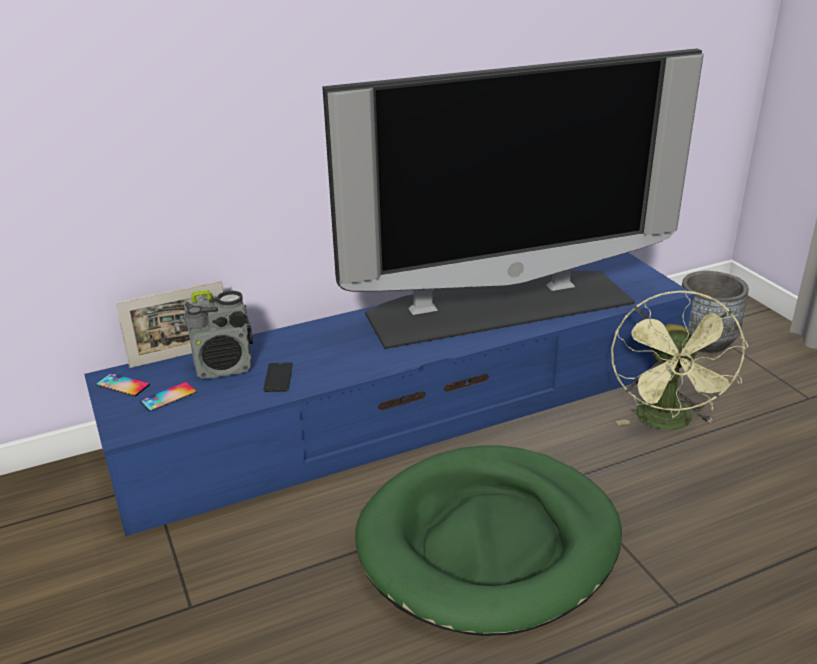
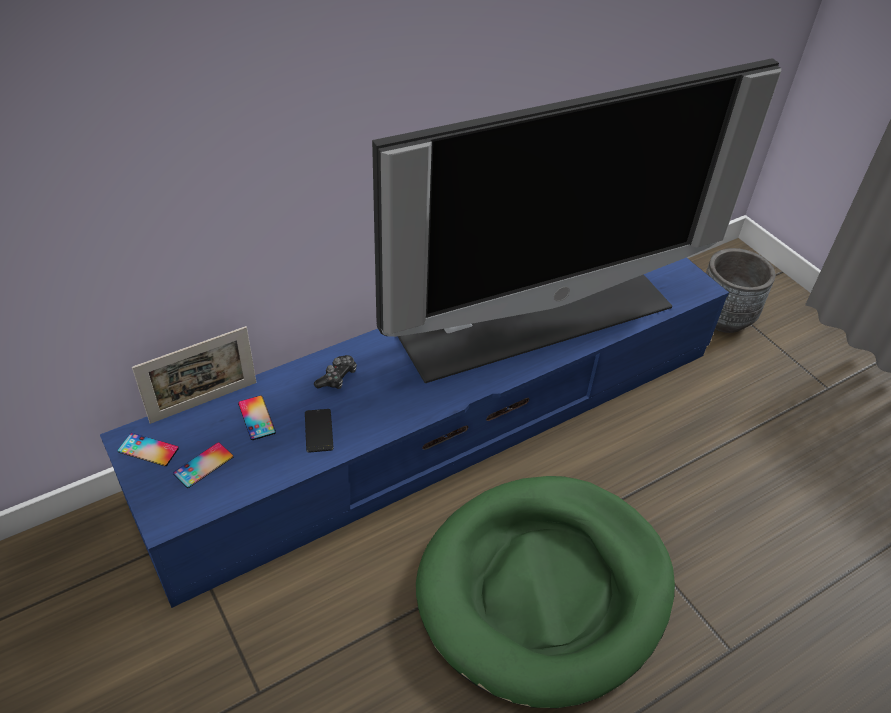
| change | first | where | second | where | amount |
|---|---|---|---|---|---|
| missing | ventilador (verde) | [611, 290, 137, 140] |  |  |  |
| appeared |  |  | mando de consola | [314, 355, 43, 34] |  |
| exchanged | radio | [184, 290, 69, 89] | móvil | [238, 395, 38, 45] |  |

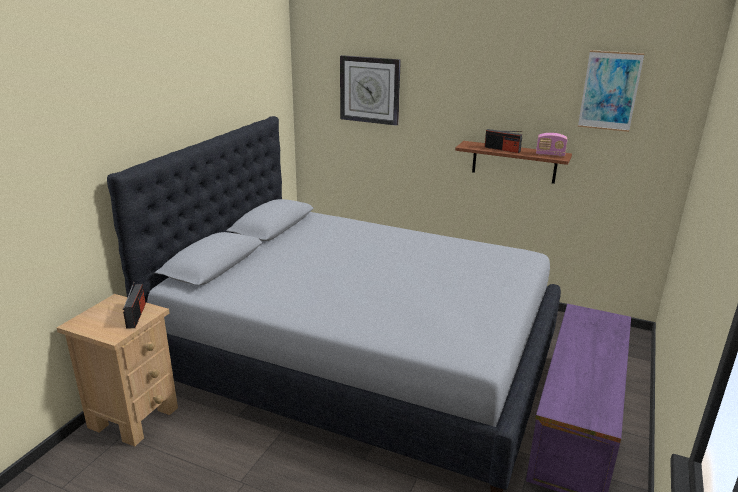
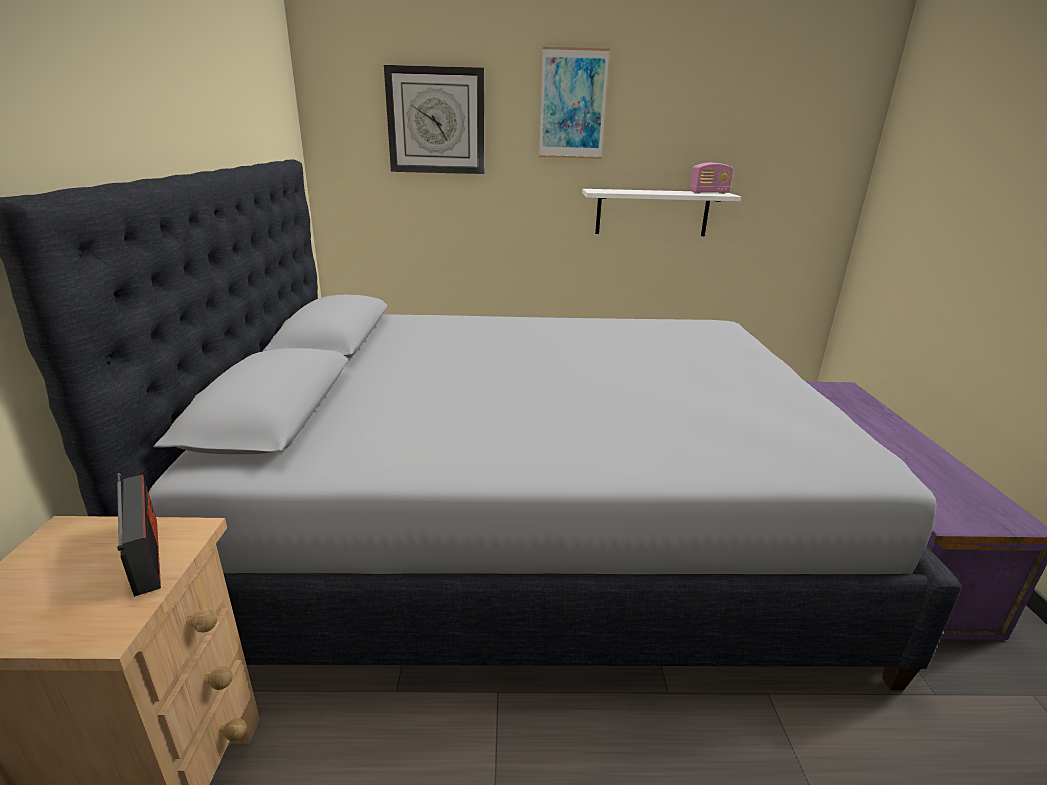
| change | first | where | second | where | amount |
|---|---|---|---|---|---|
| missing | radio | [485, 129, 37, 24] |  |  |  |
| relocated | cuadro | [578, 50, 67, 82] |  | [539, 47, 71, 112] |  |
| colour | estante (marrón) | [455, 141, 117, 43] | estante (blanco) | [582, 189, 159, 47] |  |

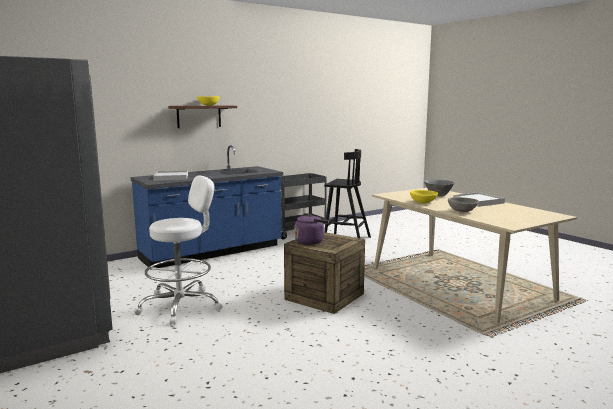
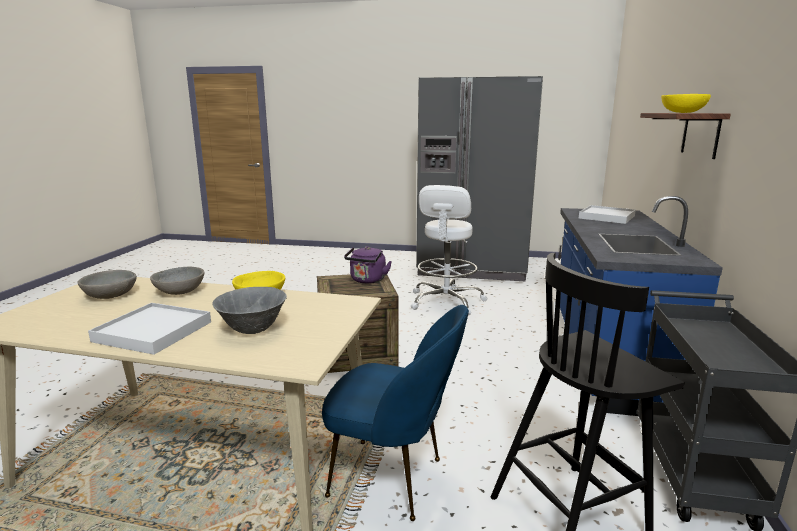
| change | first | where | second | where | amount |
|---|---|---|---|---|---|
| appeared |  |  | cuenco (gris) | [77, 270, 60, 29] |  |
| appeared |  |  | silla (azul) | [322, 305, 147, 216] |  |

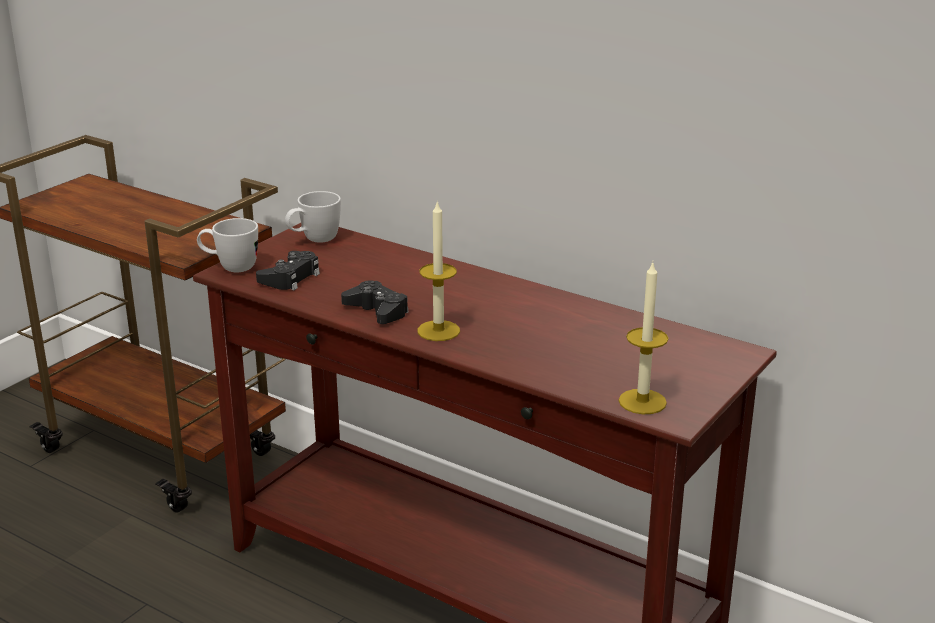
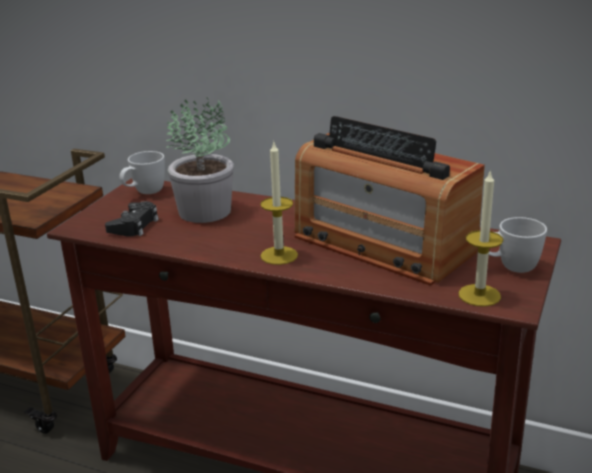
| change | first | where | second | where | amount |
|---|---|---|---|---|---|
| missing | mando de consola (negro) | [341, 281, 68, 43] |  |  |  |
| appeared |  |  | planta en maceta | [166, 97, 68, 126] |  |
| appeared |  |  | radio | [295, 116, 190, 170] |  |
| relocated | taza grande (blanco) | [197, 218, 61, 54] |  | [489, 217, 58, 56] |  |

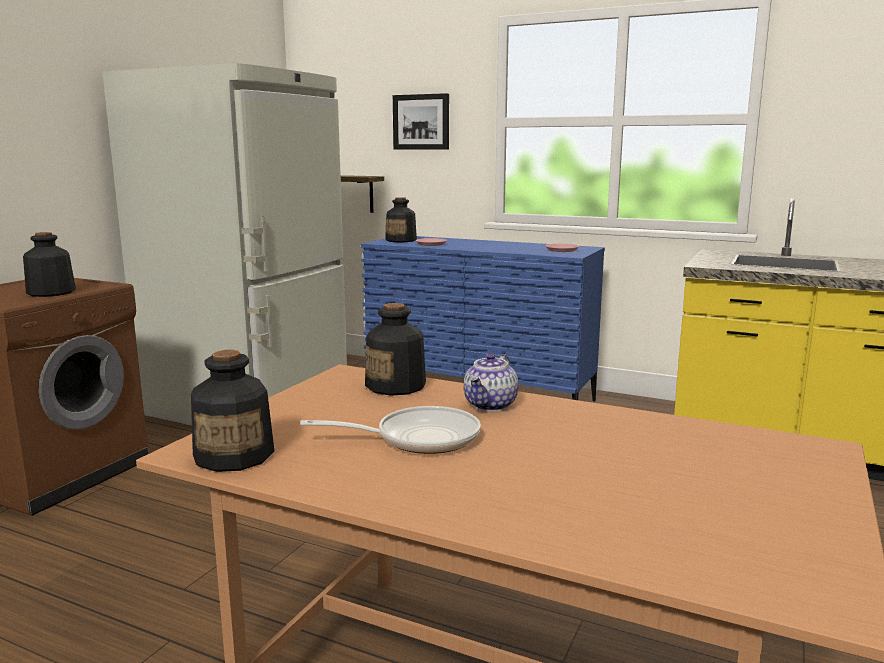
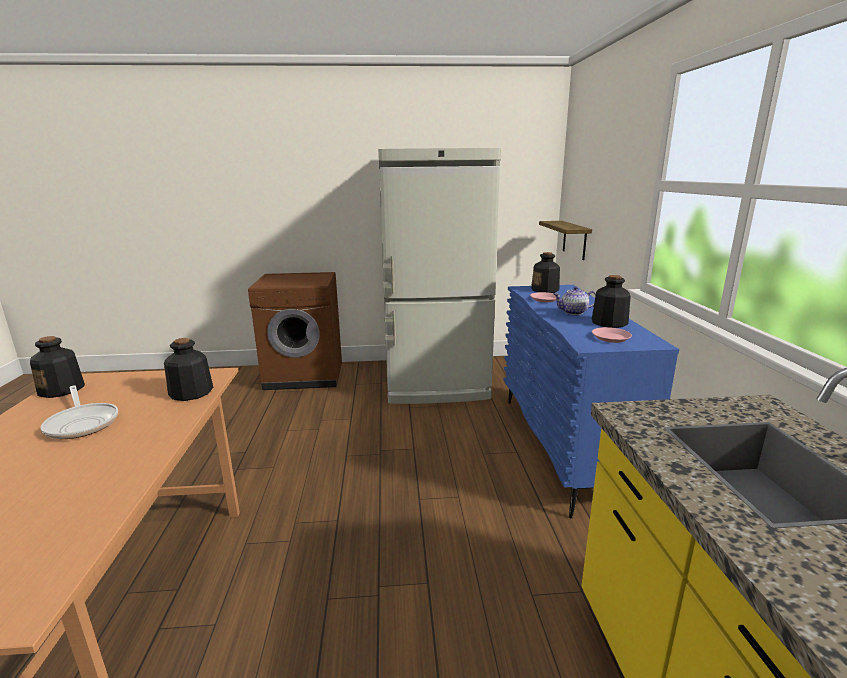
| change | first | where | second | where | amount |
|---|---|---|---|---|---|
| missing | cuadro | [393, 93, 56, 57] |  |  |  |
| relocated | botella | [23, 232, 53, 65] |  | [592, 275, 39, 53] |  |
| relocated | tetera | [463, 353, 55, 58] |  | [554, 286, 42, 29] |  |

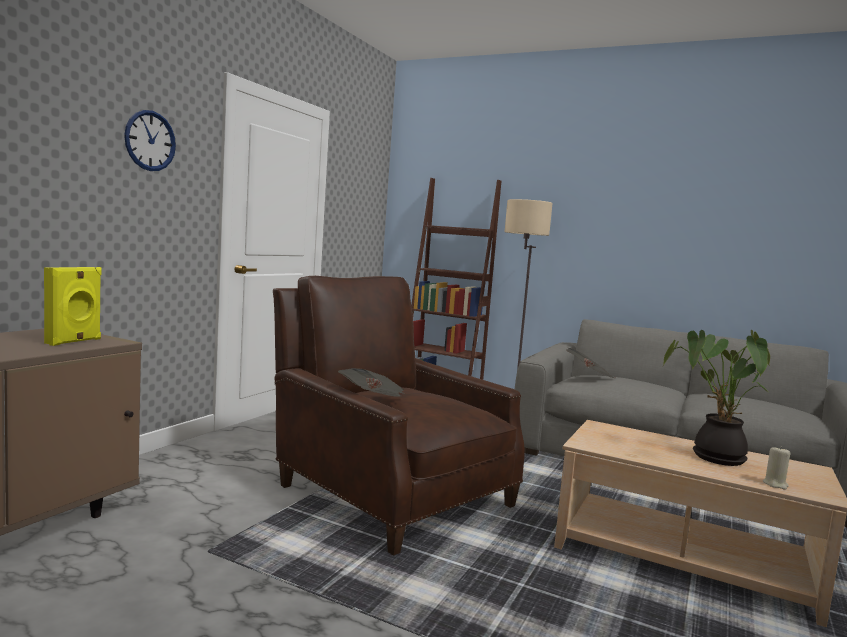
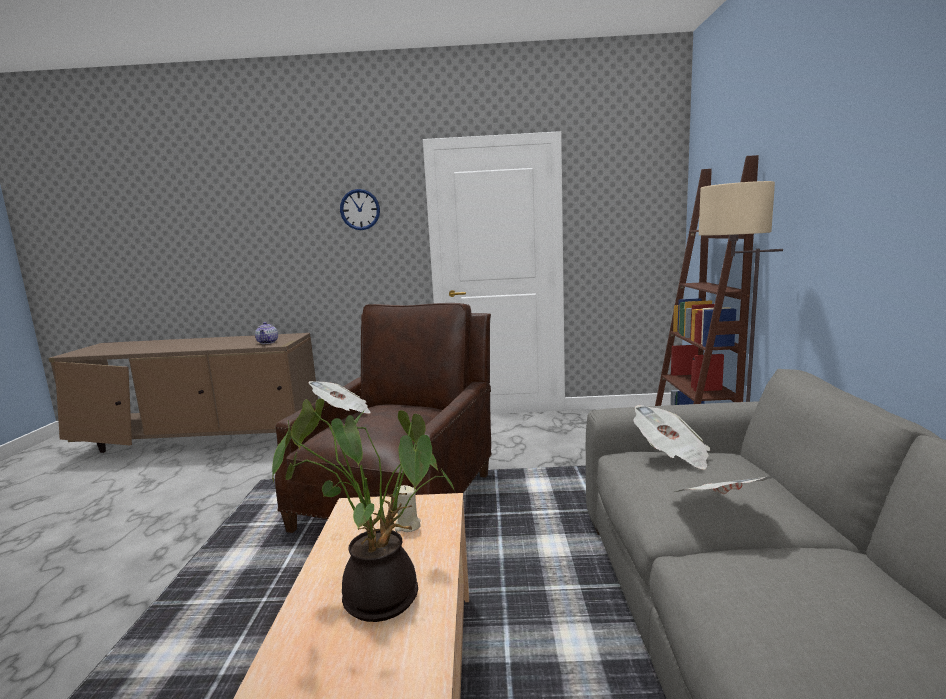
| change | first | where | second | where | amount |
|---|---|---|---|---|---|
| appeared |  |  | periódico | [674, 476, 104, 18] |  |
| relocated | vela (beis) | [763, 446, 27, 44] |  | [395, 485, 26, 47] |  |
| exchanged | altavoz (amarillo) | [44, 267, 58, 79] | tetera | [255, 322, 23, 22] |  |

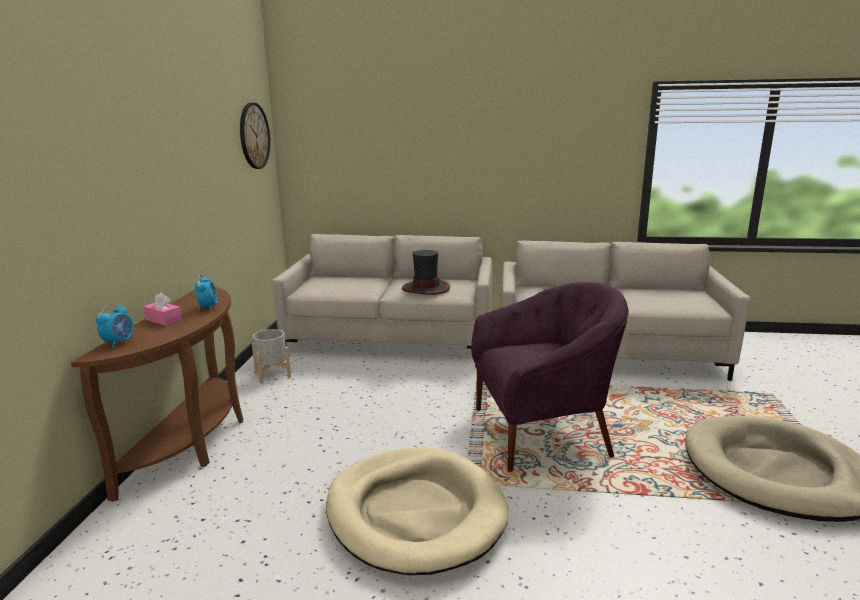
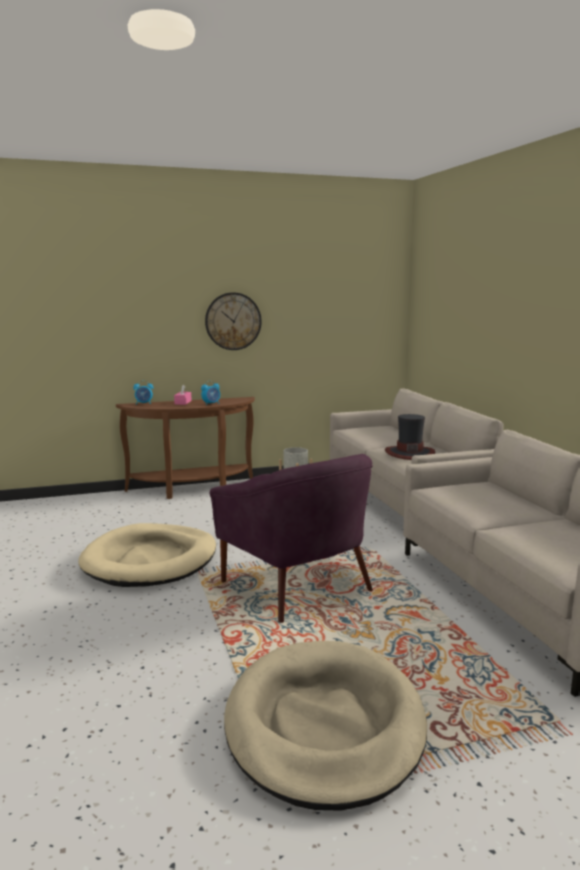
| change | first | where | second | where | amount |
|---|---|---|---|---|---|
| relocated | reloj de pared | [240, 103, 30, 66] |  | [205, 292, 57, 58] |  |

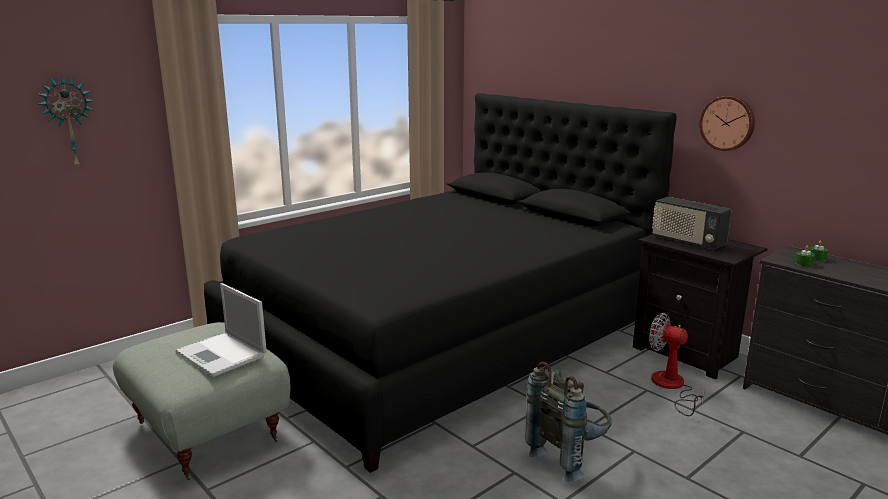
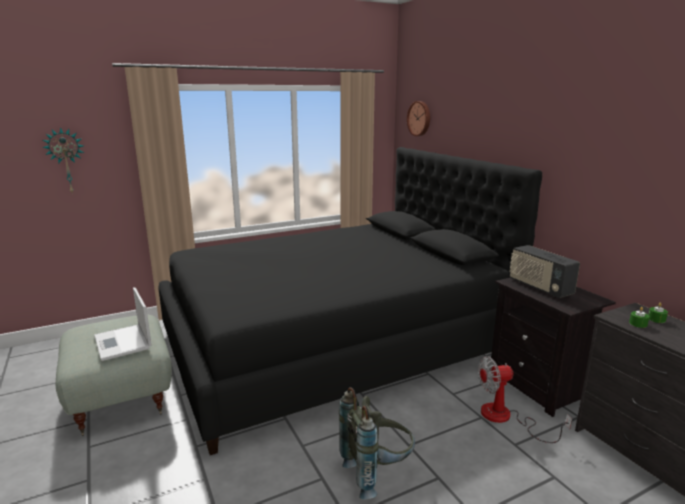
| change | first | where | second | where | amount |
|---|---|---|---|---|---|
| relocated | reloj de pared | [699, 96, 56, 55] |  | [407, 101, 23, 35] |  |
| spun | ventilador | [649, 313, 56, 103] |  | [478, 356, 94, 87] | 60 degrees counterclockwise |

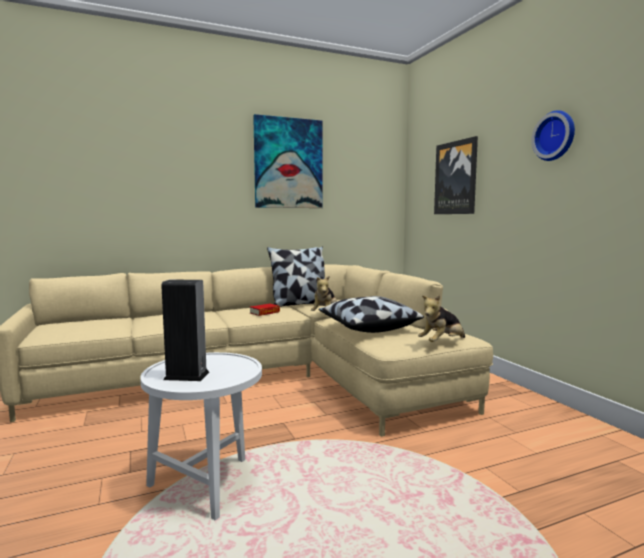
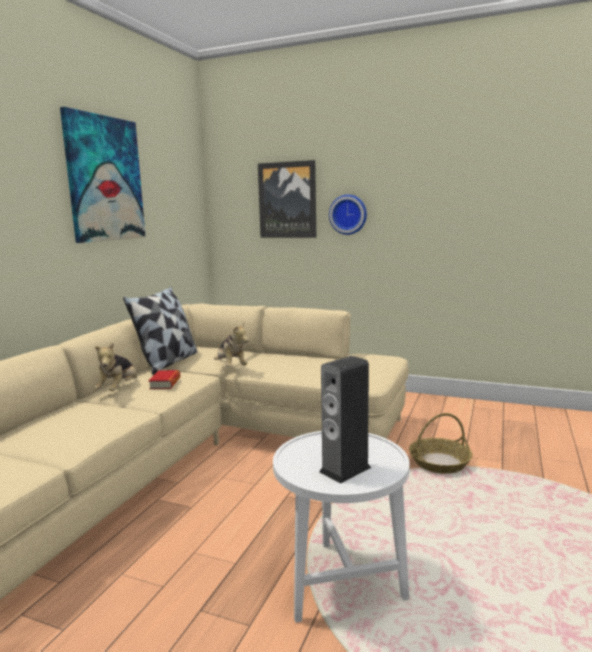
| change | first | where | second | where | amount |
|---|---|---|---|---|---|
| missing | cojín | [319, 296, 105, 37] |  |  |  |
| appeared |  |  | cesta | [409, 413, 64, 61] |  |
| relocated | peluche | [418, 295, 47, 47] |  | [94, 343, 43, 48] |  |
| relocated | reloj de pared | [531, 110, 44, 51] |  | [329, 195, 38, 40] |  |

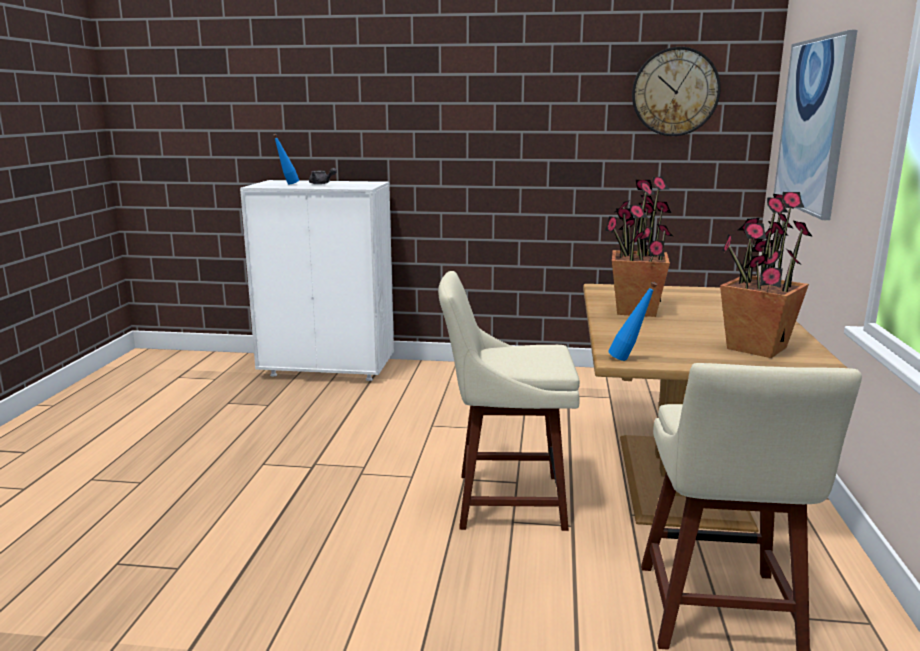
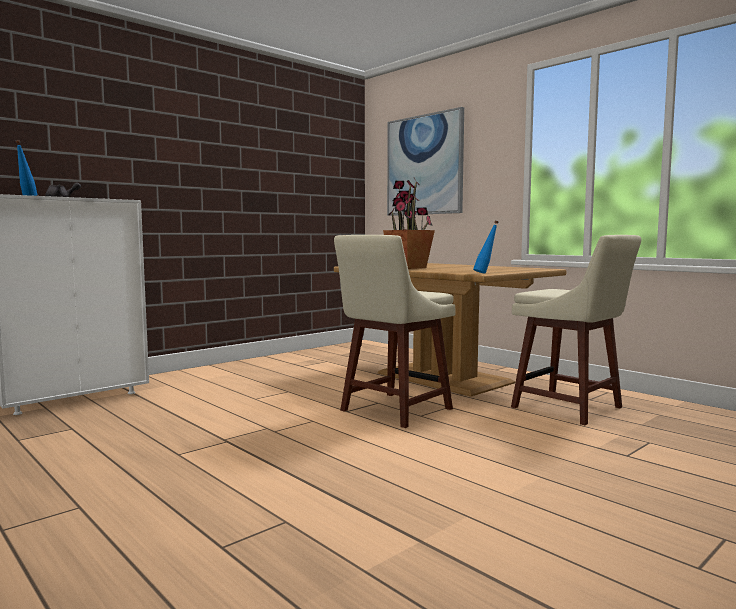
| change | first | where | second | where | amount |
|---|---|---|---|---|---|
| missing | reloj de pared | [632, 47, 89, 89] |  |  |  |
| missing | planta en maceta | [720, 192, 93, 166] |  |  |  |

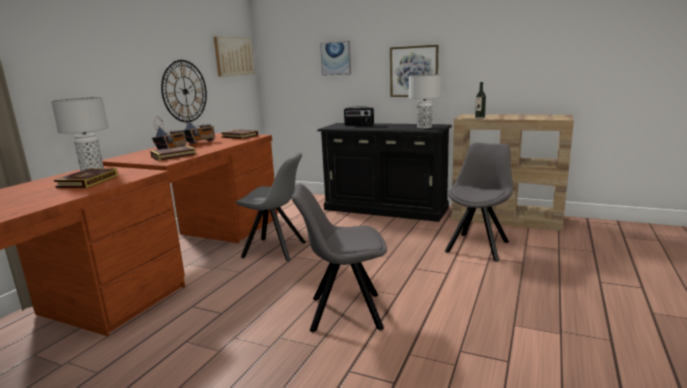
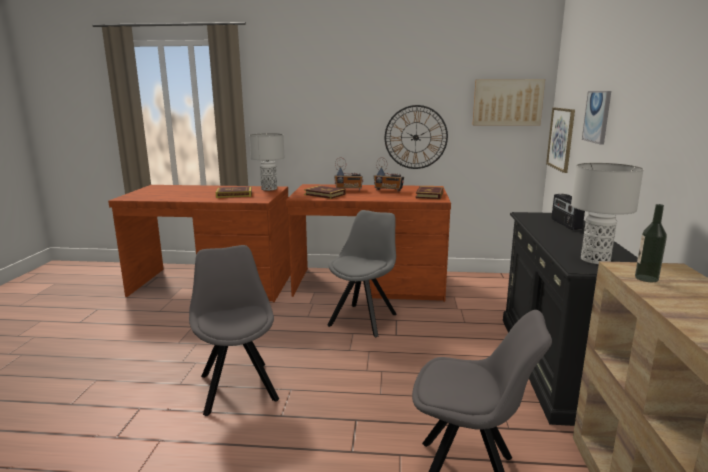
| change | first | where | second | where | amount |
|---|---|---|---|---|---|
| relocated | cuadro | [390, 45, 48, 52] |  | [546, 108, 29, 65] |  |
| spun | silla (gris) | [236, 153, 70, 108] |  | [327, 210, 70, 127] | 150 degrees counterclockwise |

